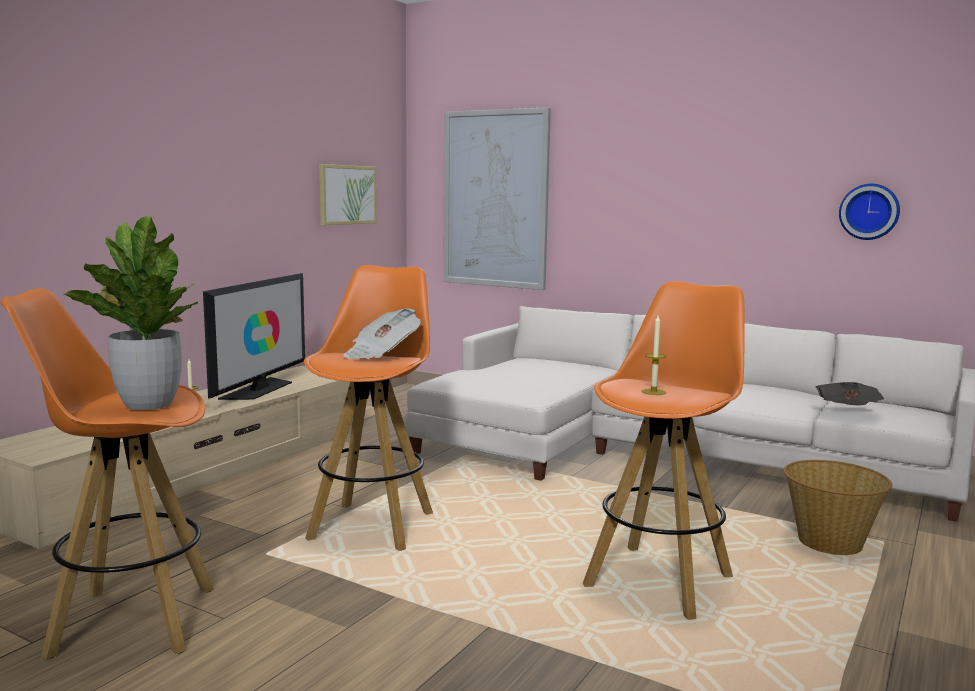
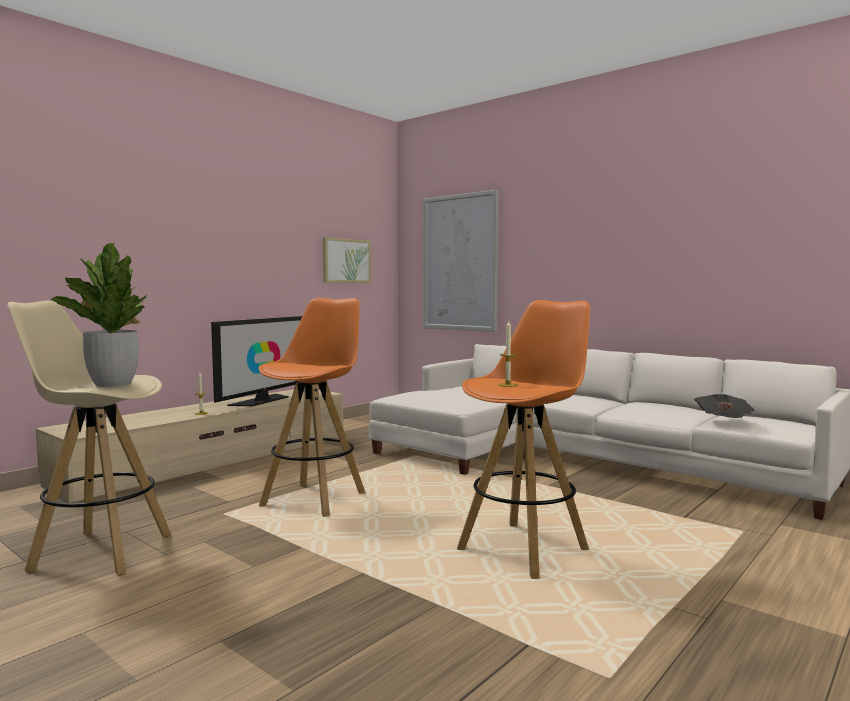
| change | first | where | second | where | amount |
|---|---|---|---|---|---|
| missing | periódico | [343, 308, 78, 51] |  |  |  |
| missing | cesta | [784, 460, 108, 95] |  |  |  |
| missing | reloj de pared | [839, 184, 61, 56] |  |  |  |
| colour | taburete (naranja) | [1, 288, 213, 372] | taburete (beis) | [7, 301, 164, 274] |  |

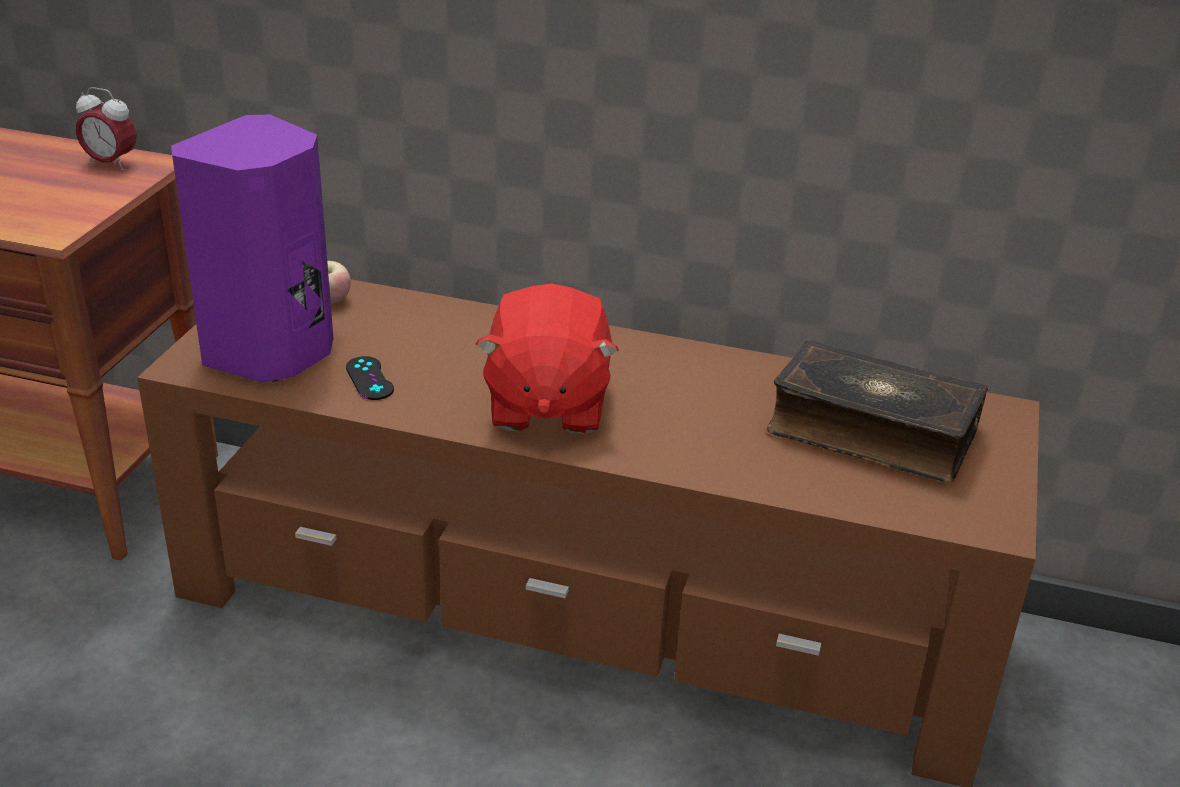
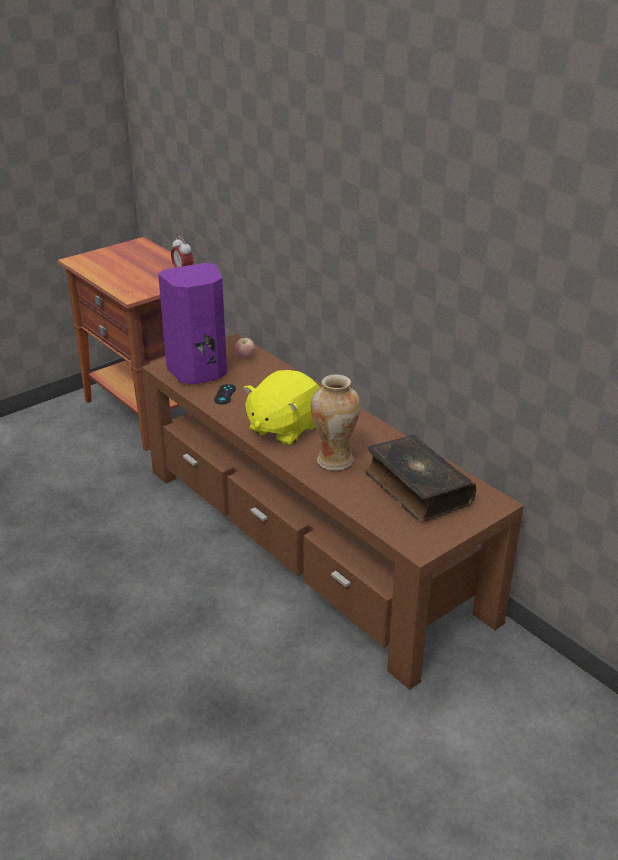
| change | first | where | second | where | amount |
|---|---|---|---|---|---|
| appeared |  |  | florero | [311, 374, 50, 97] |  |
| colour | peluche (rojo) | [476, 284, 143, 150] | peluche (amarillo) | [243, 370, 77, 76] |  |

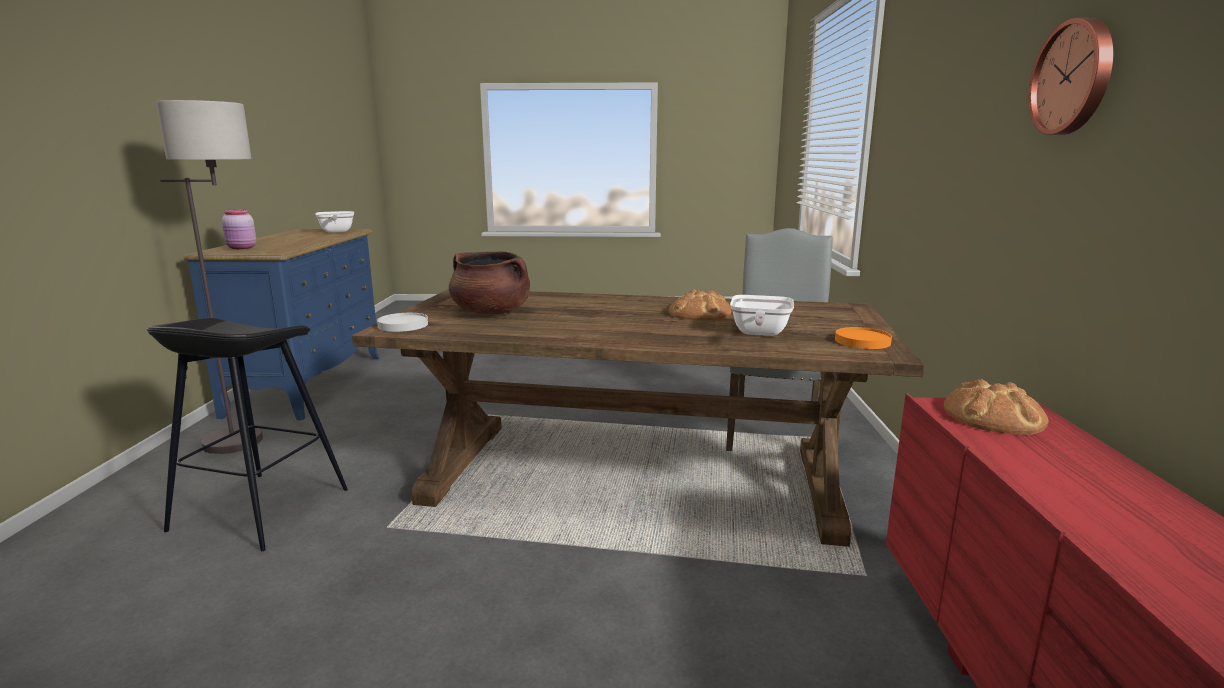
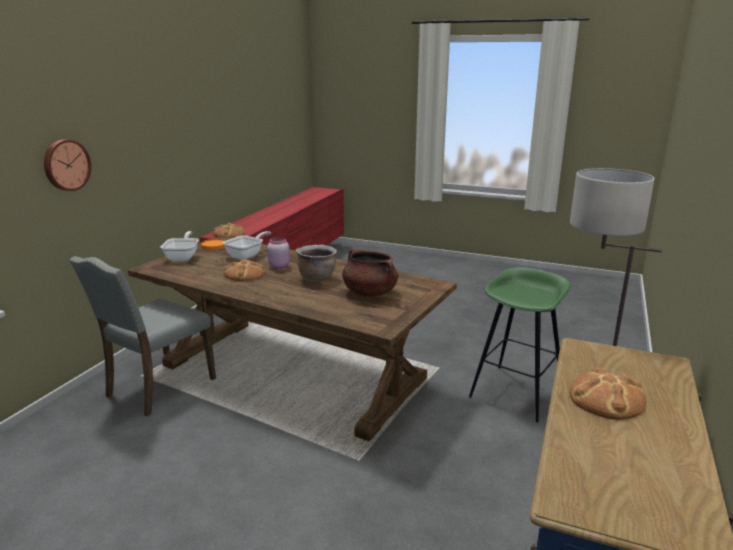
| change | first | where | second | where | amount |
|---|---|---|---|---|---|
| missing | plato (blanco) | [377, 313, 51, 19] |  |  |  |
| appeared |  |  | olla (marrón) | [296, 245, 41, 37] |  |
| appeared |  |  | pan | [570, 368, 76, 52] |  |
| relocated | tarro (rosa) | [222, 209, 34, 40] |  | [267, 237, 23, 32] |  |
| relocated | sartén | [315, 211, 39, 22] |  | [160, 231, 39, 30] |  |
| relocated | reloj de pared | [1028, 17, 85, 118] |  | [44, 139, 47, 52] |  |
| colour | taburete (negro) | [147, 318, 201, 233] | taburete (verde) | [469, 267, 102, 155] |  |

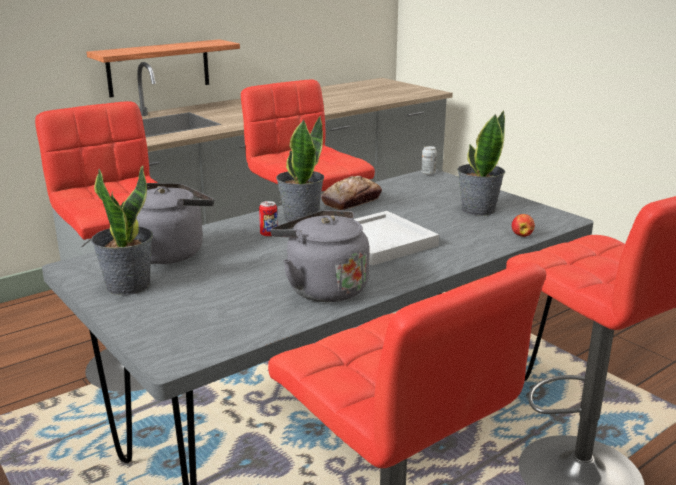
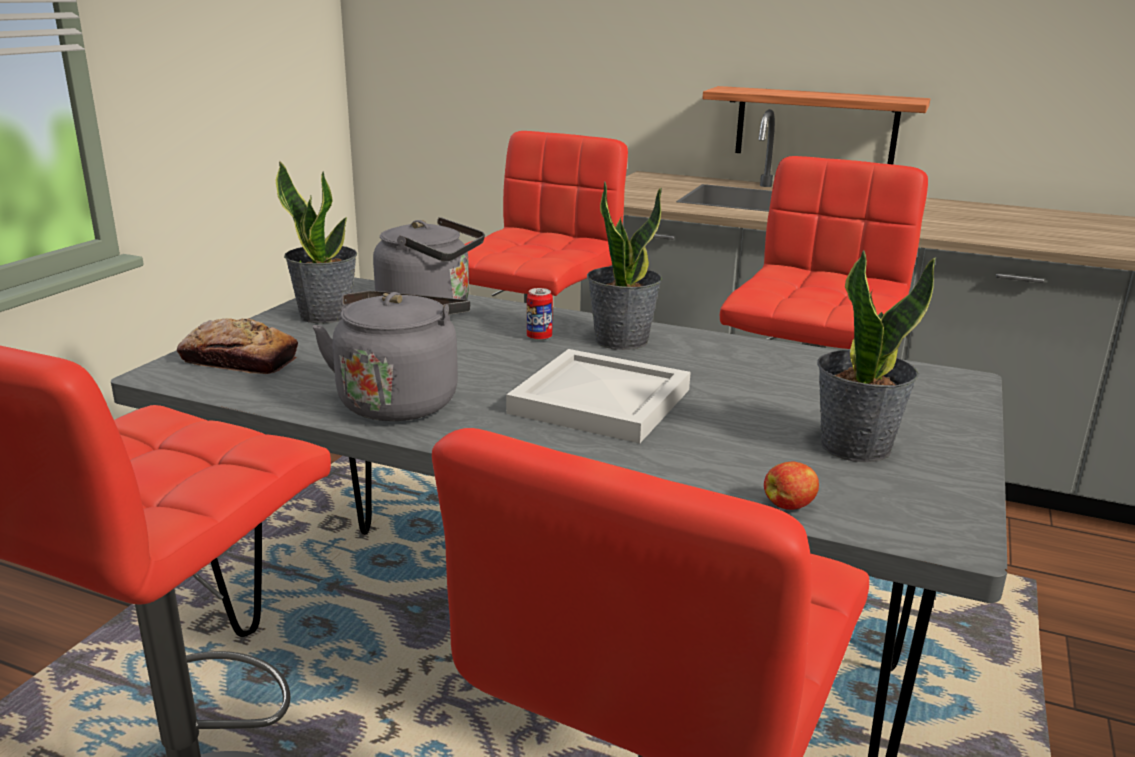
| change | first | where | second | where | amount |
|---|---|---|---|---|---|
| missing | lata | [421, 146, 16, 29] |  |  |  |
| relocated | pan | [321, 176, 61, 34] |  | [177, 318, 121, 56] |  |

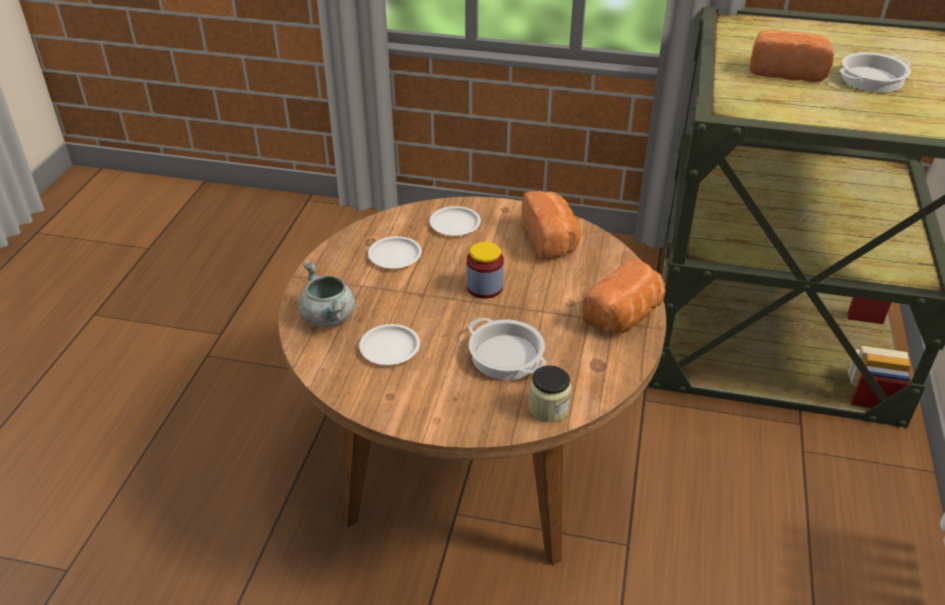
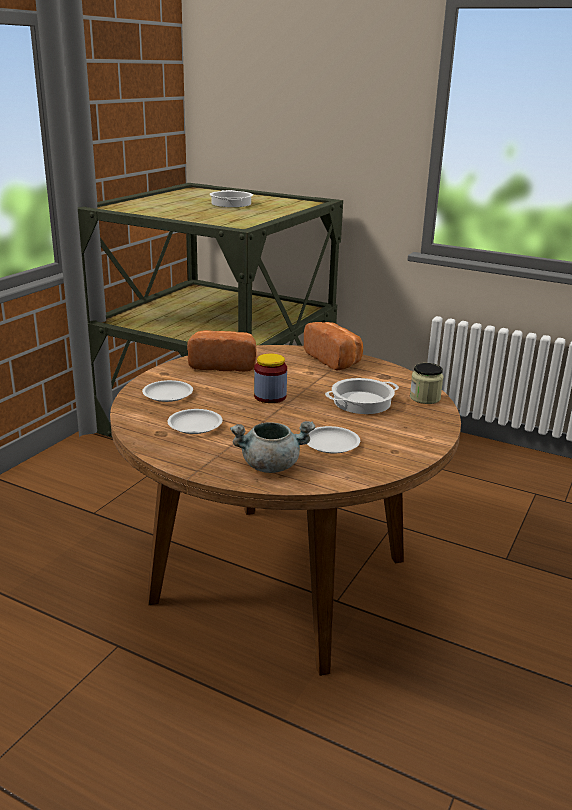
| change | first | where | second | where | amount |
|---|---|---|---|---|---|
| missing | pan | [750, 29, 84, 53] |  |  |  |

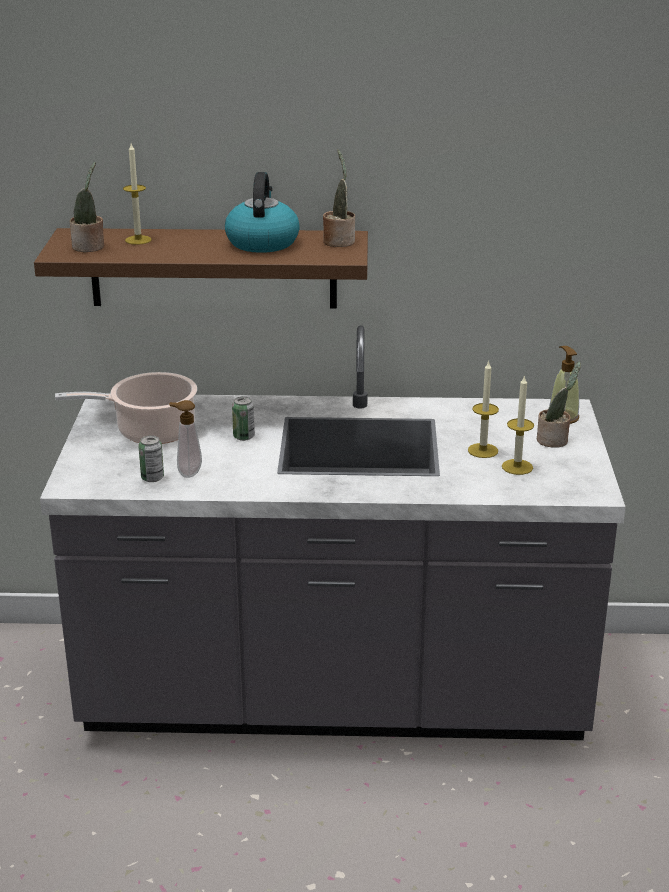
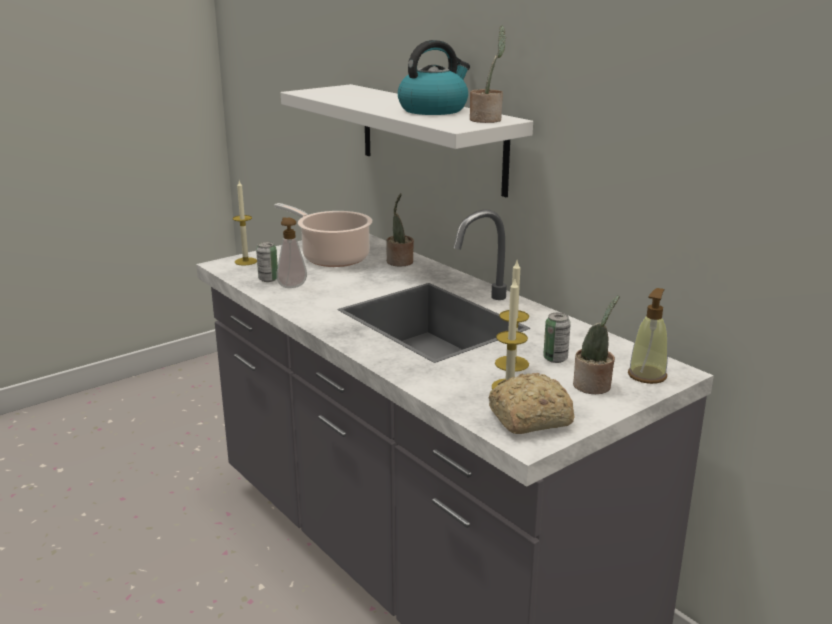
| change | first | where | second | where | amount |
|---|---|---|---|---|---|
| appeared |  |  | pan | [488, 373, 87, 61] |  |
| relocated | planta en maceta | [70, 162, 34, 90] |  | [386, 193, 28, 74] |  |
| relocated | vela | [123, 144, 29, 101] |  | [233, 181, 24, 85] |  |
| relocated | lata | [232, 396, 23, 45] |  | [543, 313, 28, 50] |  |
| colour | estante (marrón) | [34, 228, 334, 81] | estante (blanco) | [281, 84, 252, 113] |  |

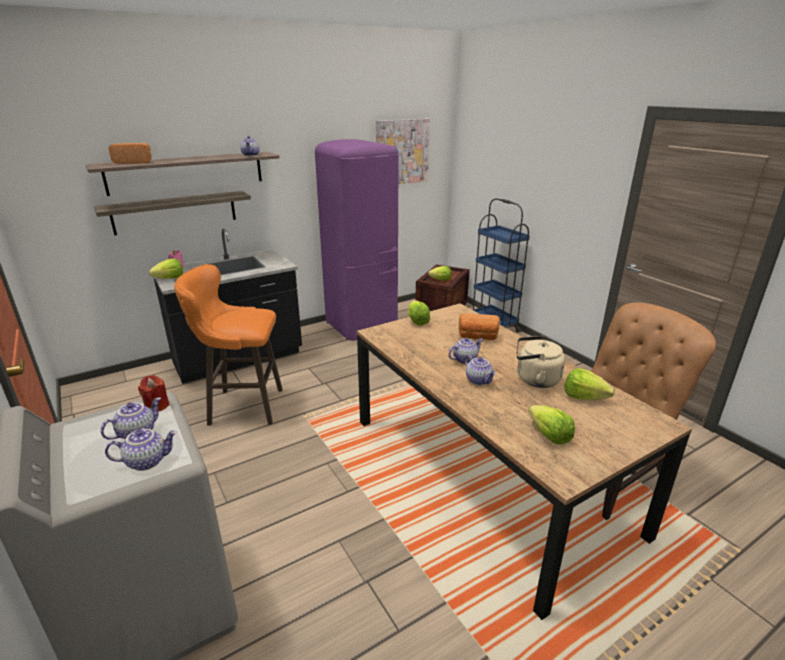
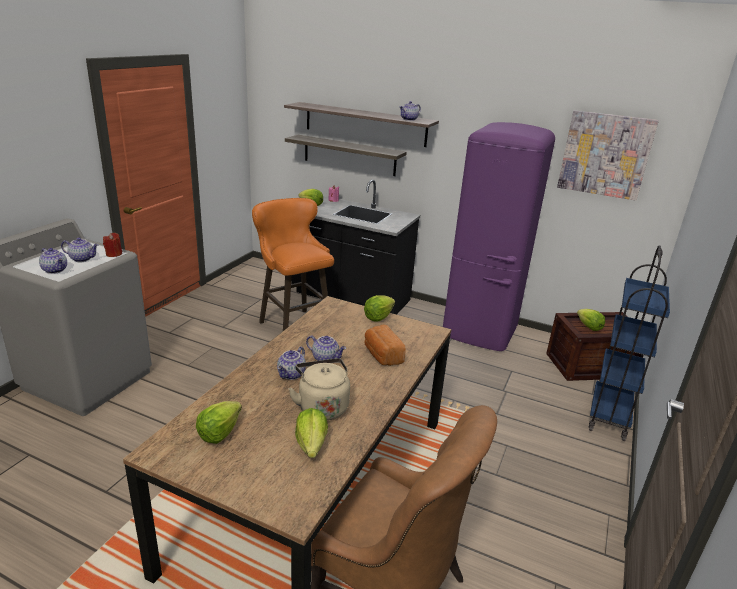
| change | first | where | second | where | amount |
|---|---|---|---|---|---|
| missing | pan | [108, 143, 44, 21] |  |  |  |

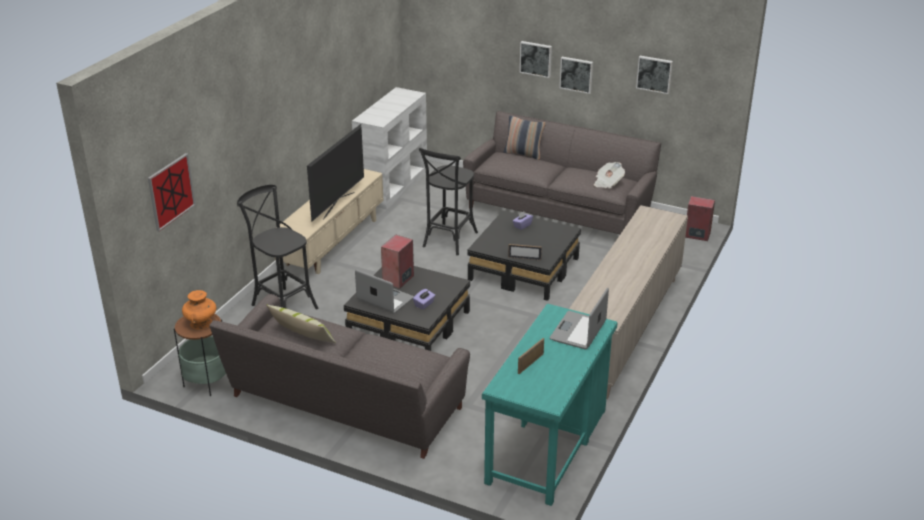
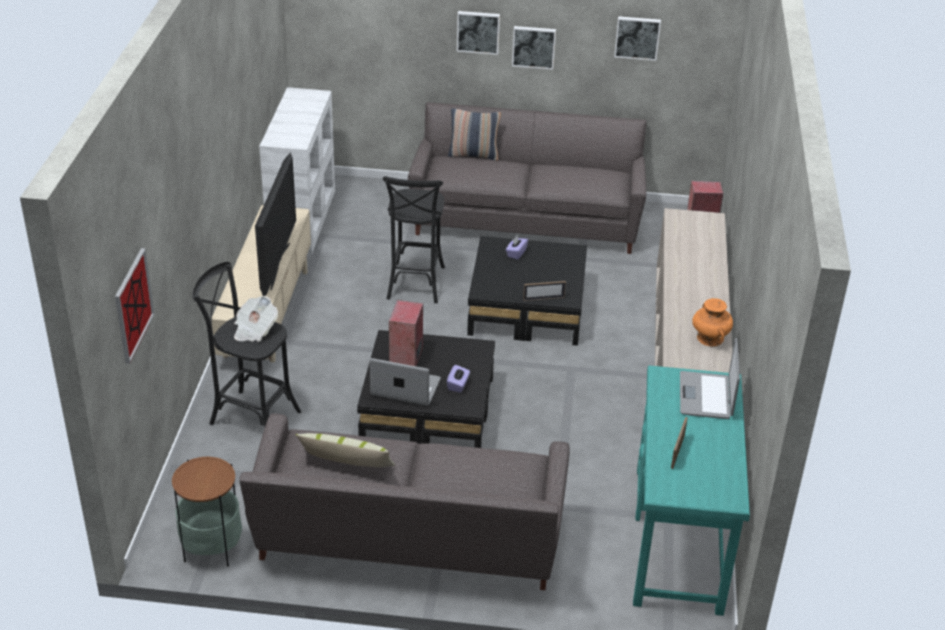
| change | first | where | second | where | amount |
|---|---|---|---|---|---|
| relocated | florero (naranja) | [182, 290, 34, 40] |  | [692, 298, 41, 48] |  |
| relocated | periódico | [594, 162, 31, 26] |  | [234, 296, 44, 46] |  |

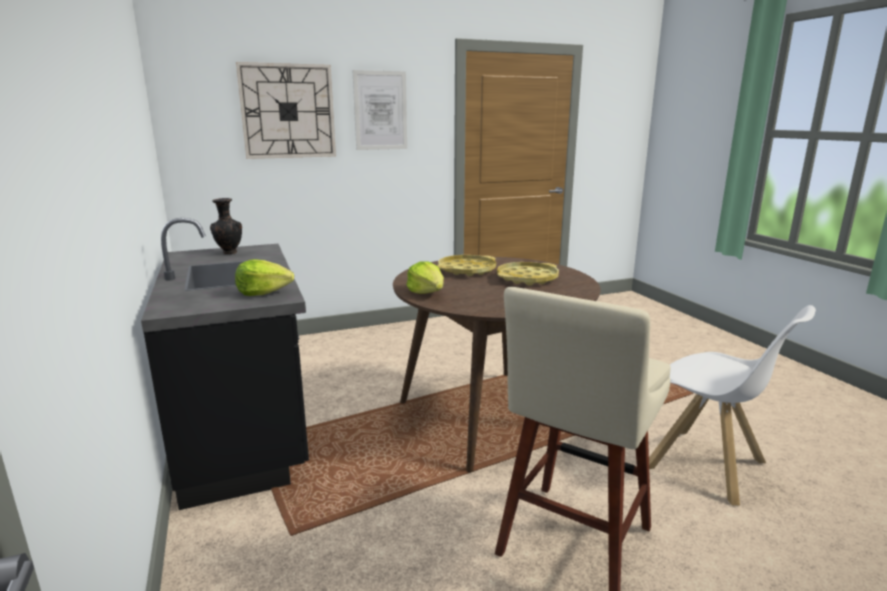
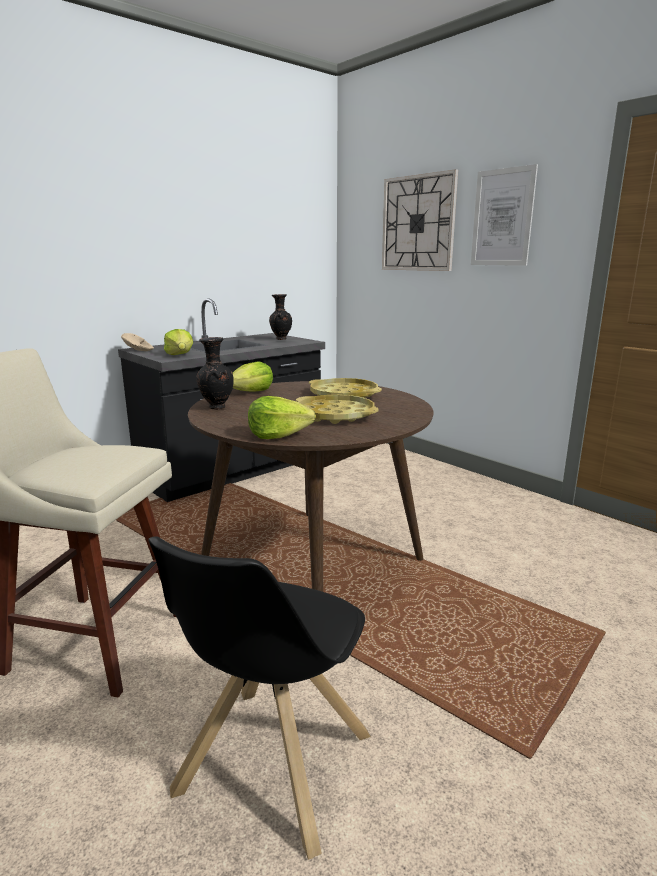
| change | first | where | second | where | amount |
|---|---|---|---|---|---|
| appeared |  |  | cuenco (beis) | [121, 333, 33, 18] |  |
| appeared |  |  | florero (negro) | [196, 337, 38, 73] |  |
| appeared |  |  | lechuga | [248, 396, 68, 43] |  |
| colour | silla (blanco) | [649, 305, 167, 201] | silla (negro) | [148, 536, 223, 324] |  |

